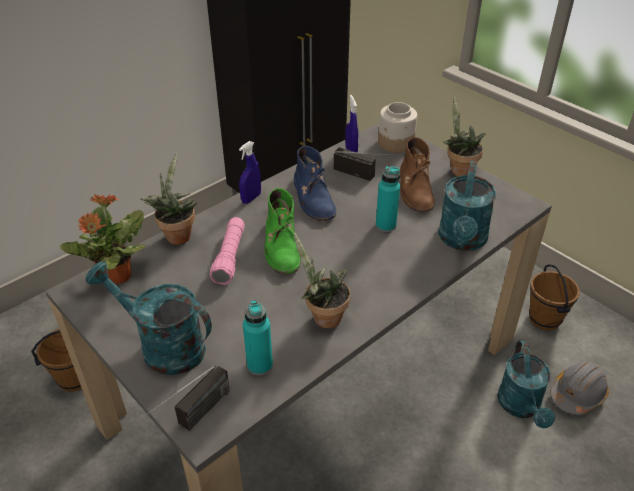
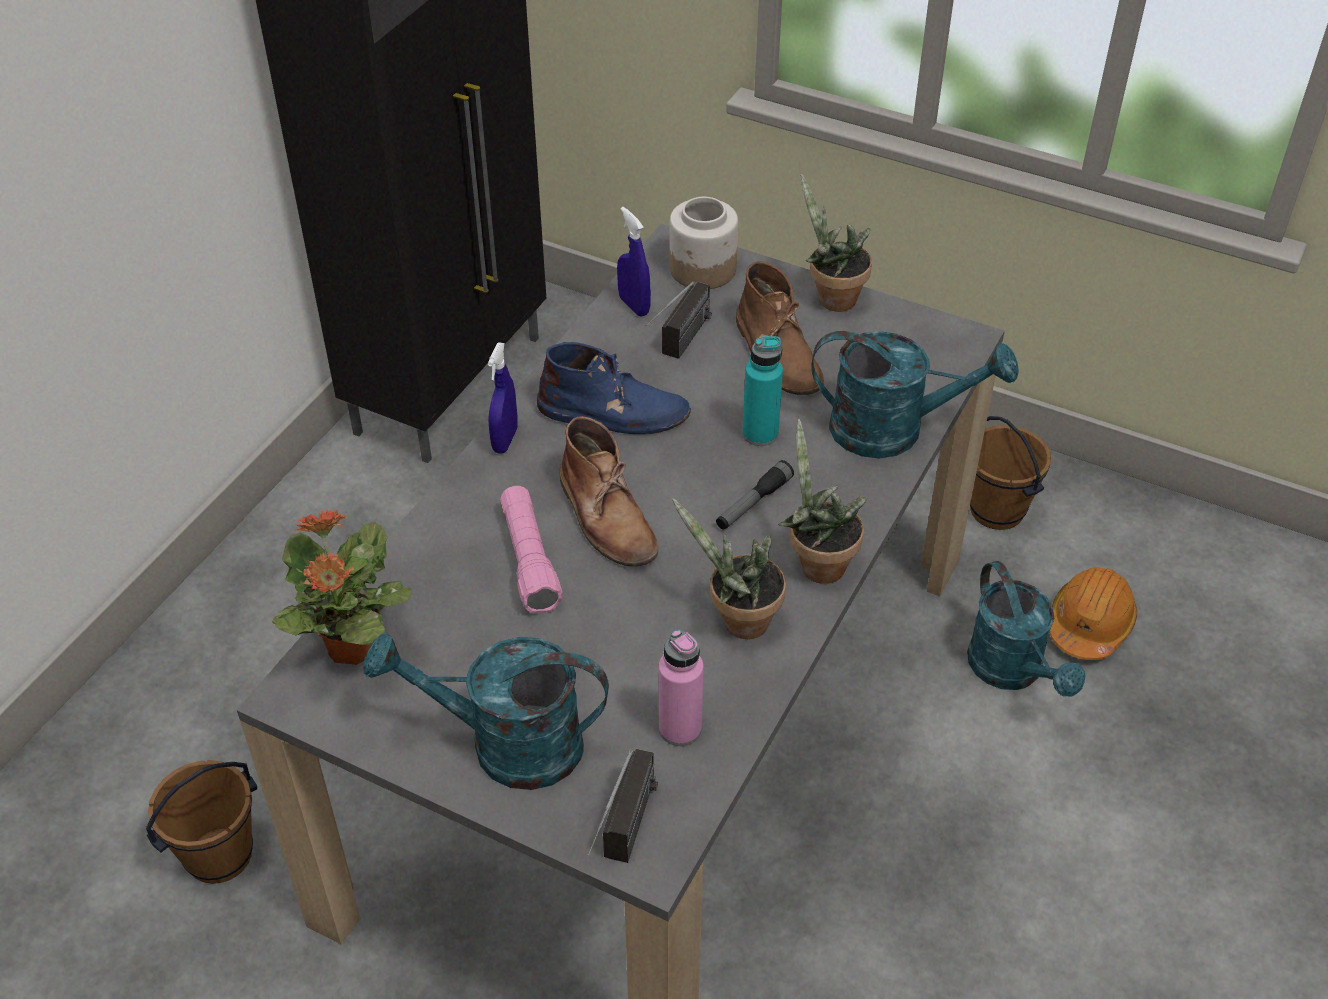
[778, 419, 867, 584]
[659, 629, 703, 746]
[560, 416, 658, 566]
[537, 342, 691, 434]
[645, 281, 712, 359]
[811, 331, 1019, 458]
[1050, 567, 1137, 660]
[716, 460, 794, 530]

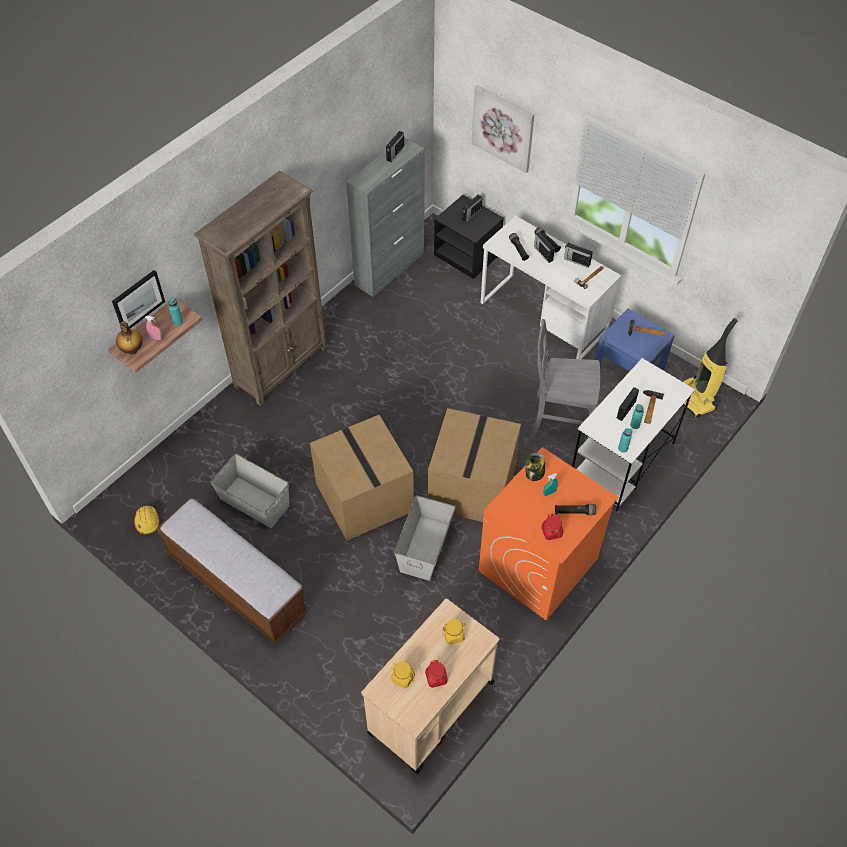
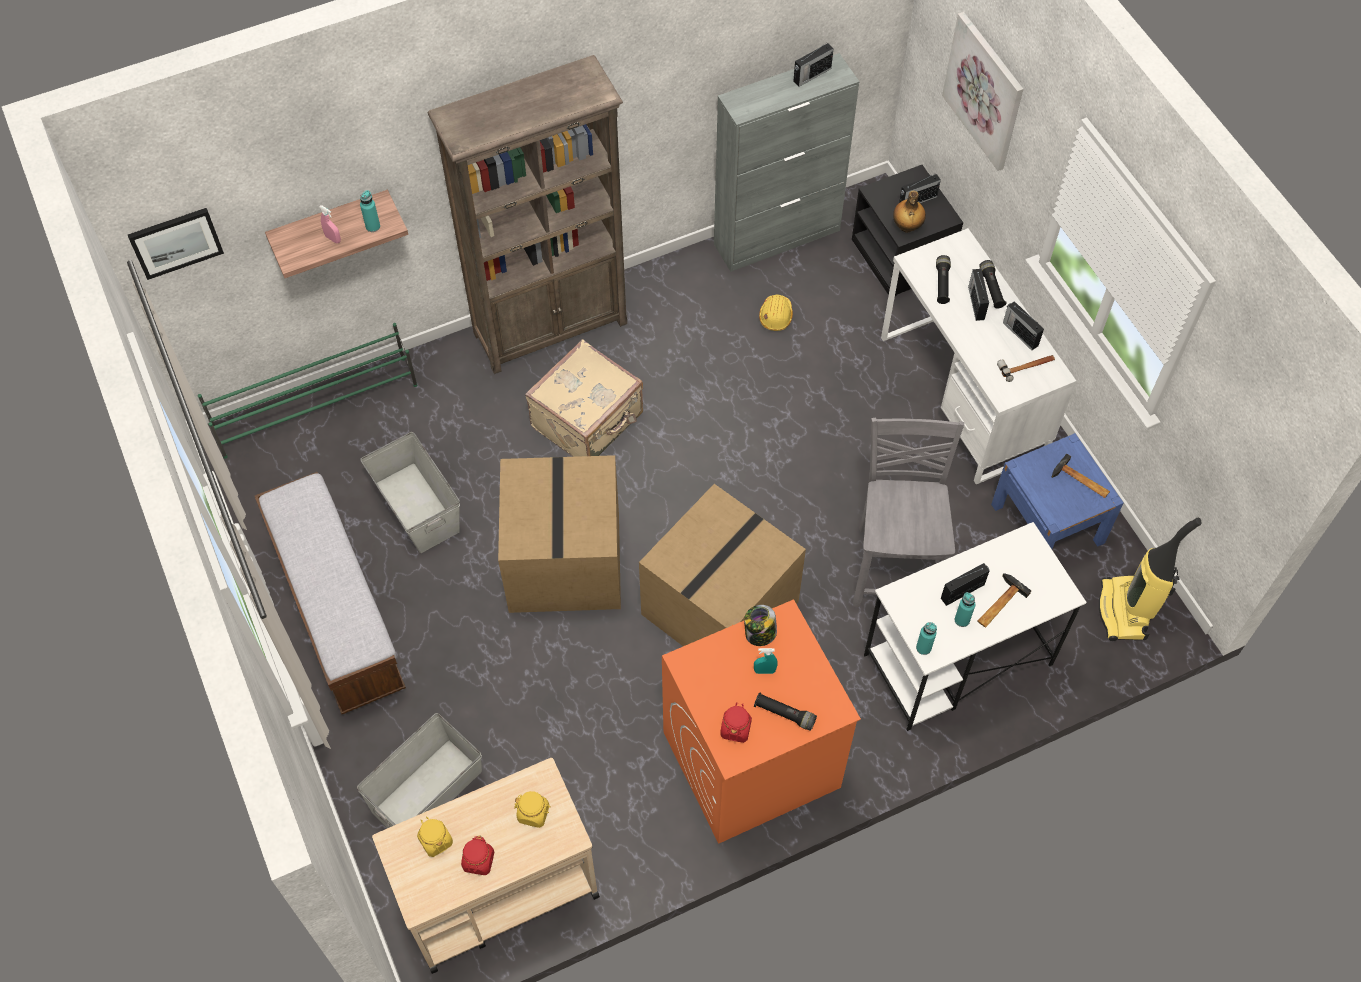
[128, 208, 224, 280]
[893, 191, 926, 233]
[759, 294, 793, 331]
[357, 713, 482, 828]
[853, 418, 965, 607]
[198, 323, 418, 458]
[525, 339, 643, 457]

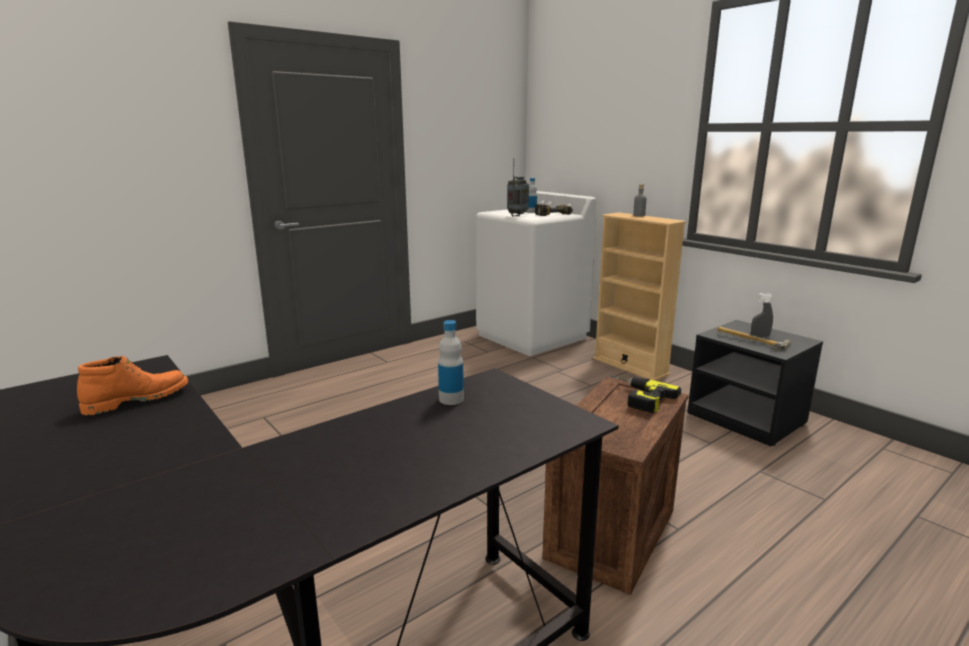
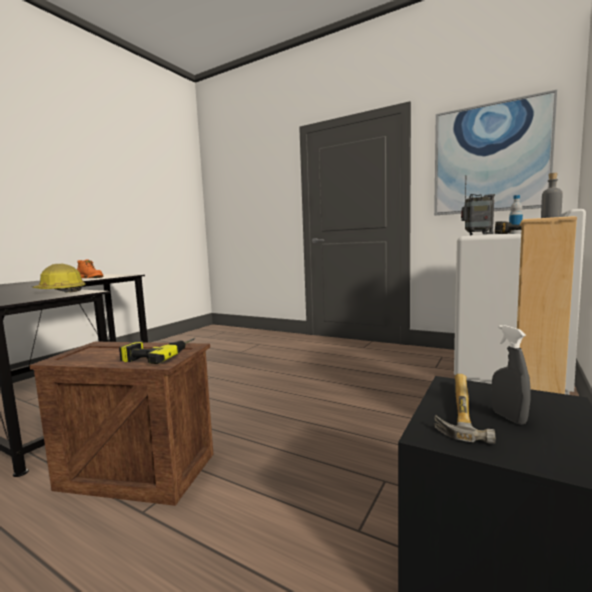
[32, 264, 86, 292]
[434, 90, 557, 215]

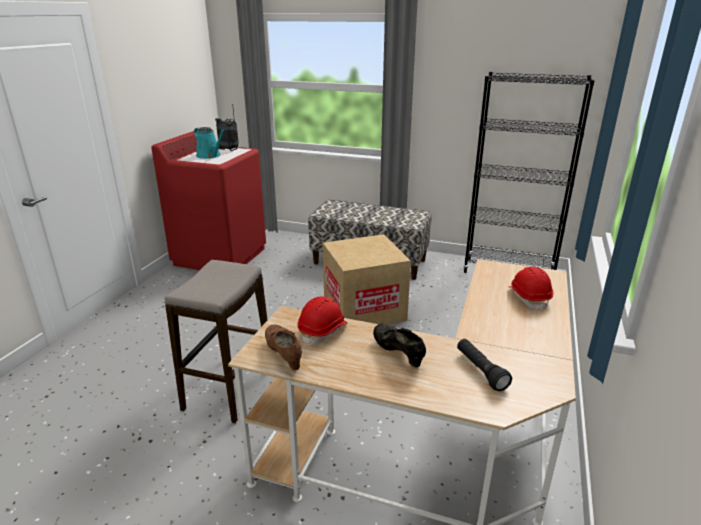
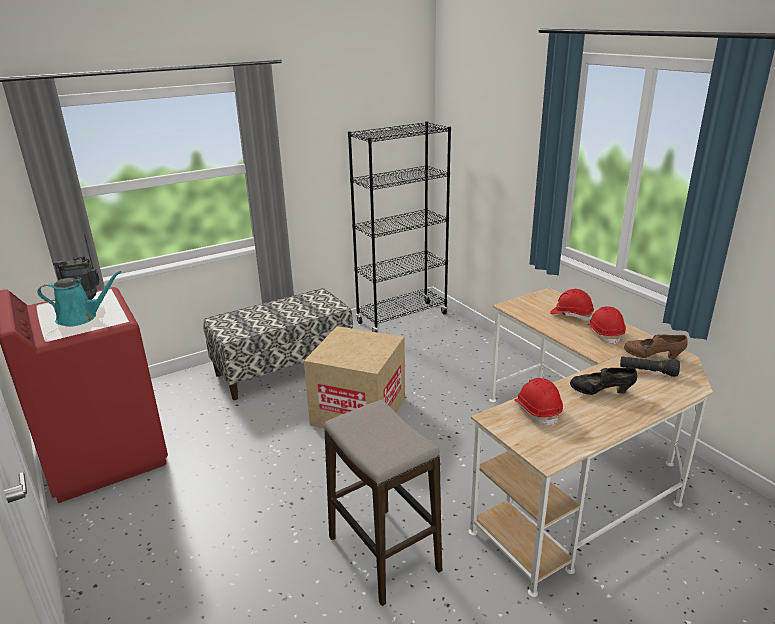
[624, 334, 688, 359]
[589, 306, 626, 345]

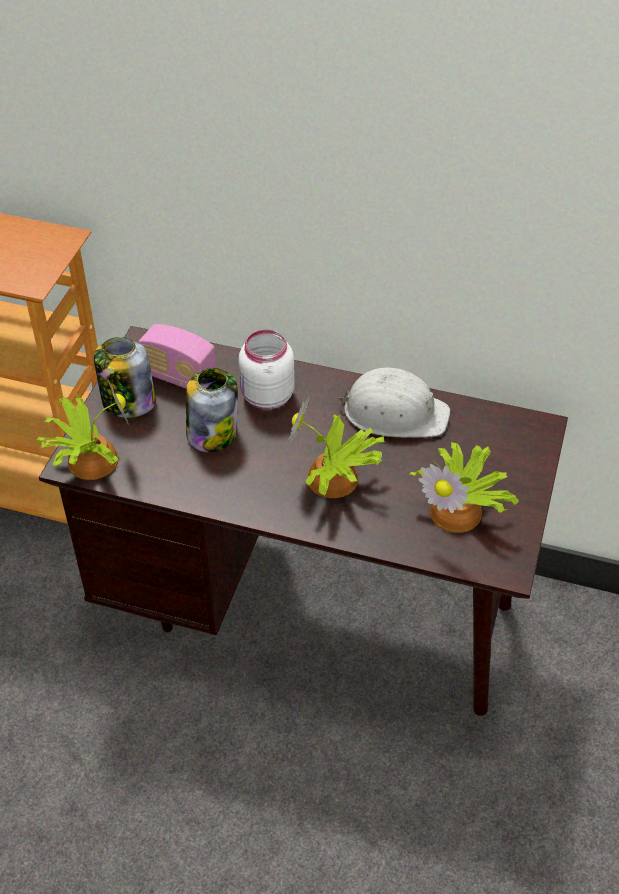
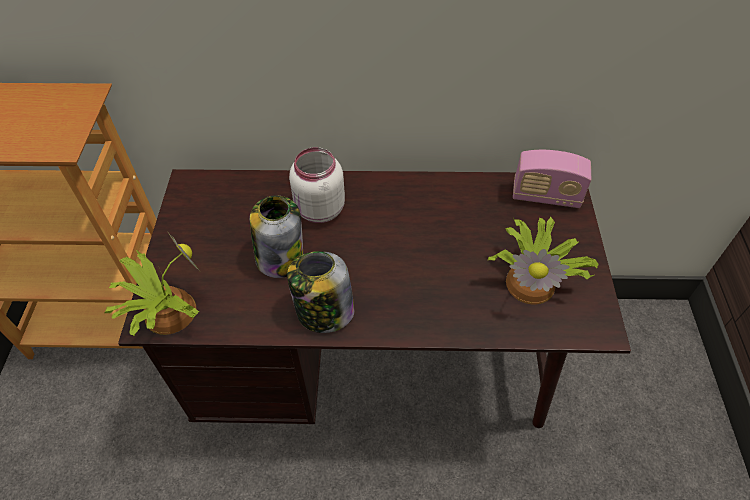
[287, 251, 355, 333]
[513, 150, 591, 208]
[288, 395, 385, 498] (first image)
[338, 368, 450, 438] (first image)

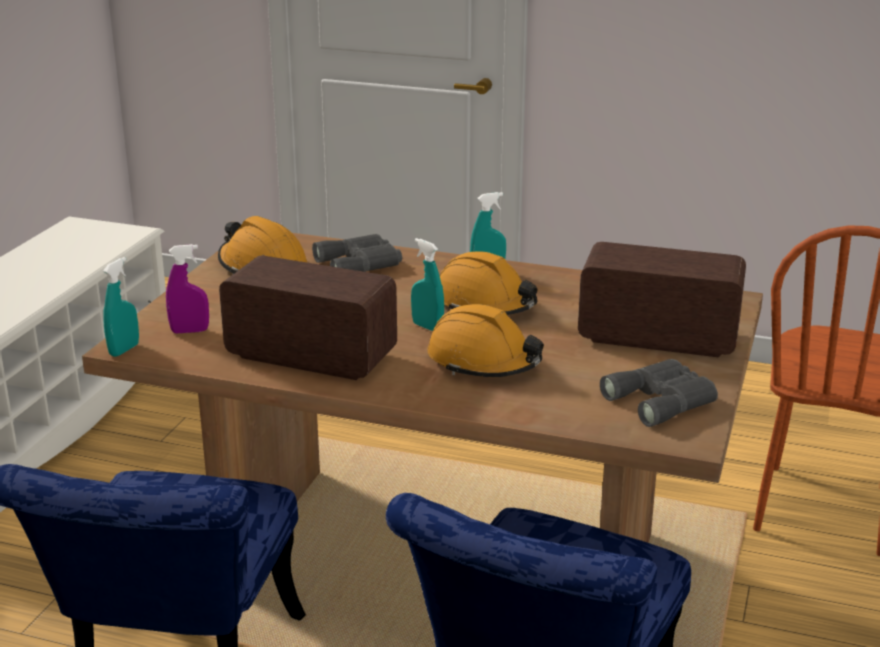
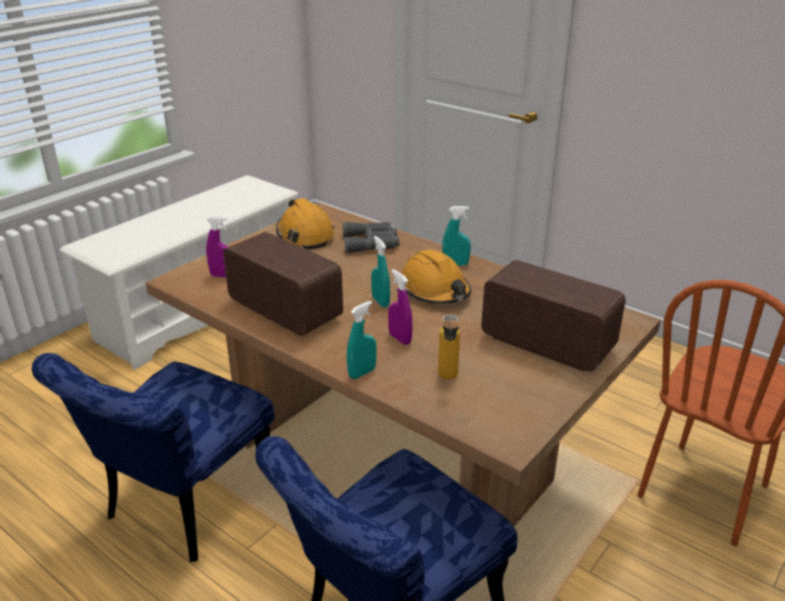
[347, 301, 377, 379]
[388, 269, 413, 345]
[600, 359, 718, 427] (first image)
[438, 314, 460, 380]

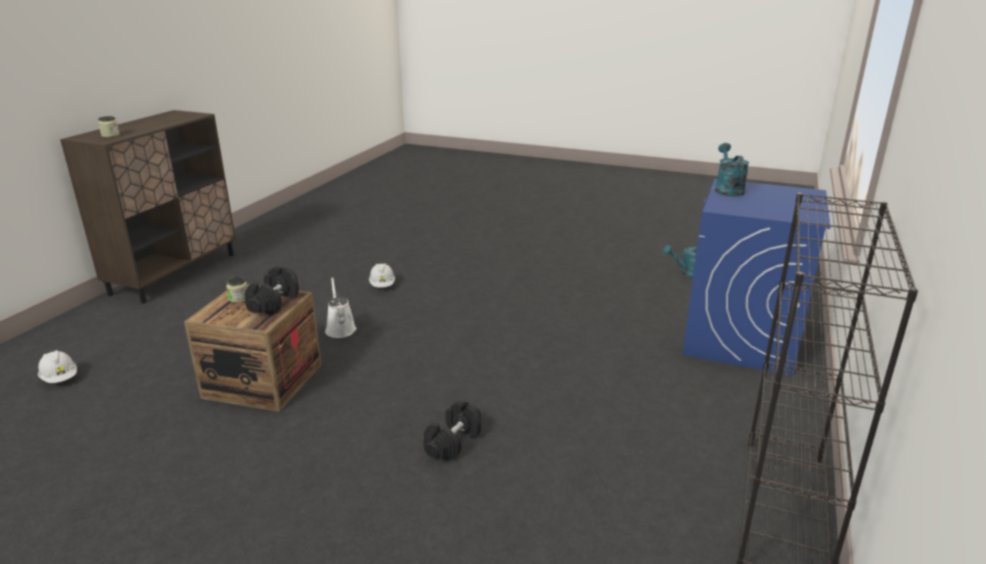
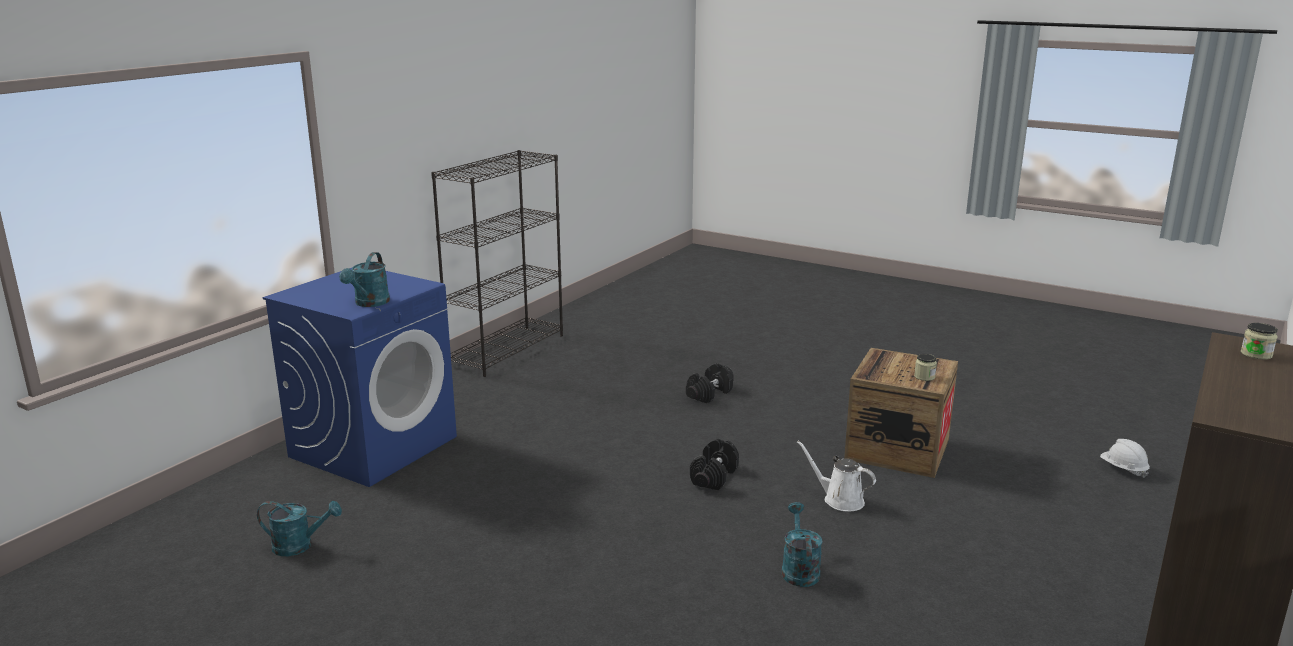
[690, 439, 739, 490]
[797, 441, 876, 511]
[782, 502, 823, 587]

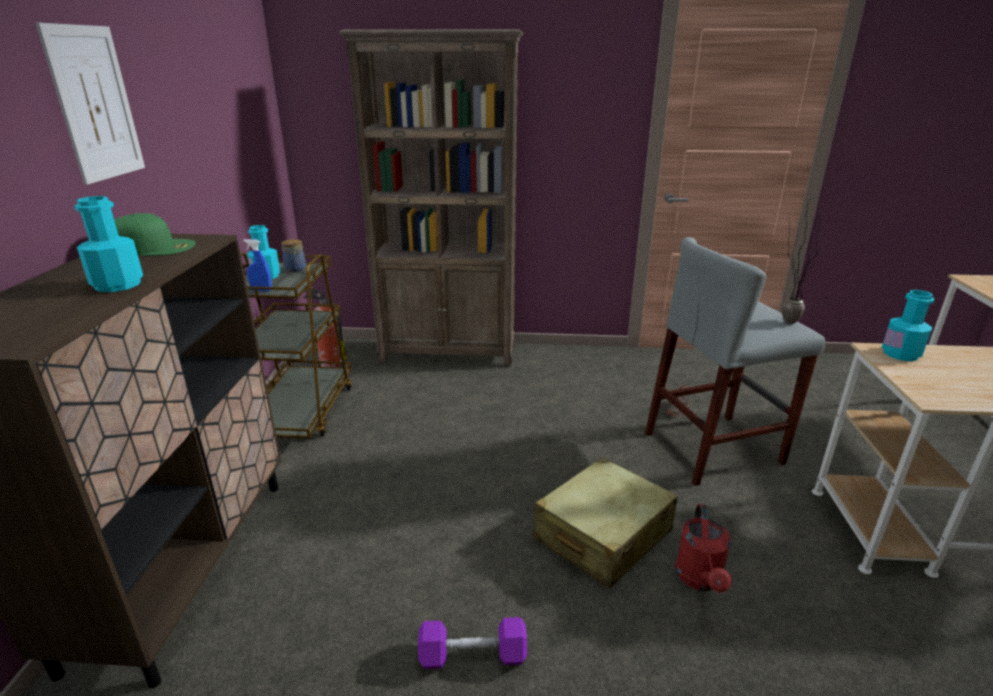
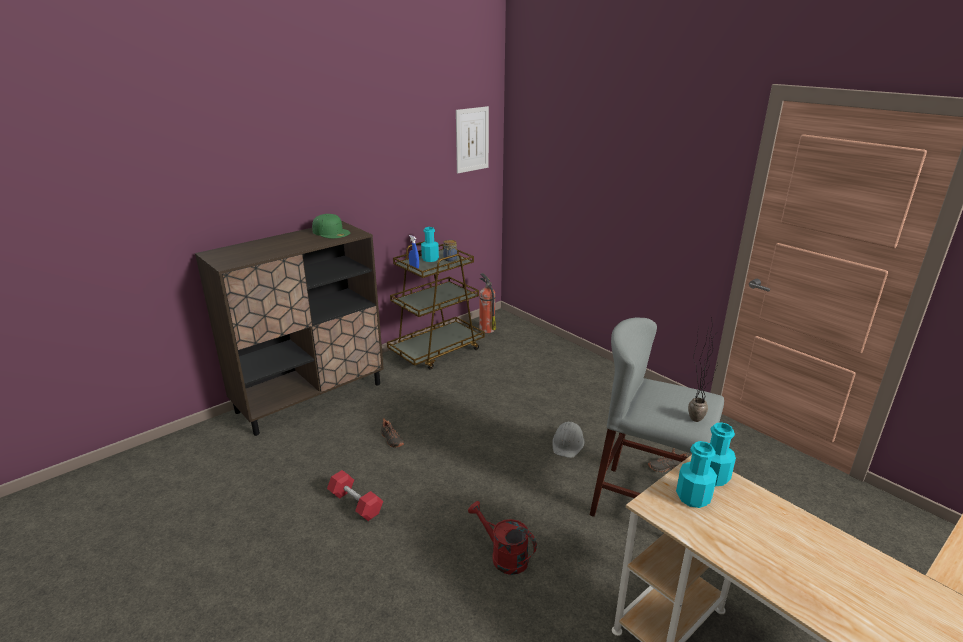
[456, 106, 489, 173]
[676, 441, 717, 508]
[339, 29, 523, 367] (first image)
[327, 470, 383, 521]
[533, 457, 678, 589] (first image)
[468, 501, 537, 575]
[381, 418, 404, 448]
[552, 422, 585, 458]

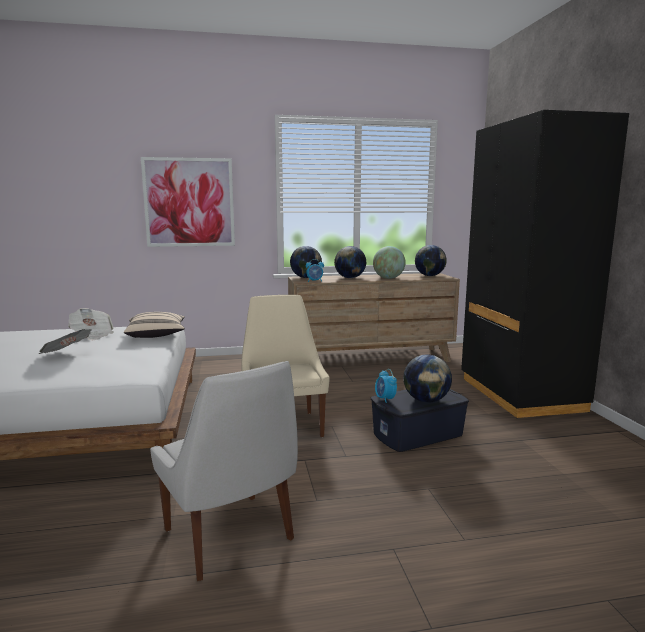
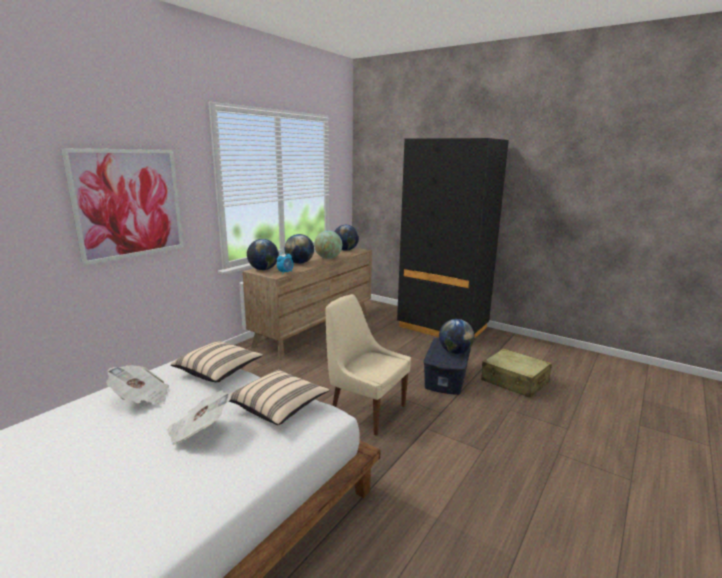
[150, 361, 298, 581] (first image)
[375, 369, 397, 403] (first image)
[229, 369, 329, 425]
[481, 348, 552, 398]

